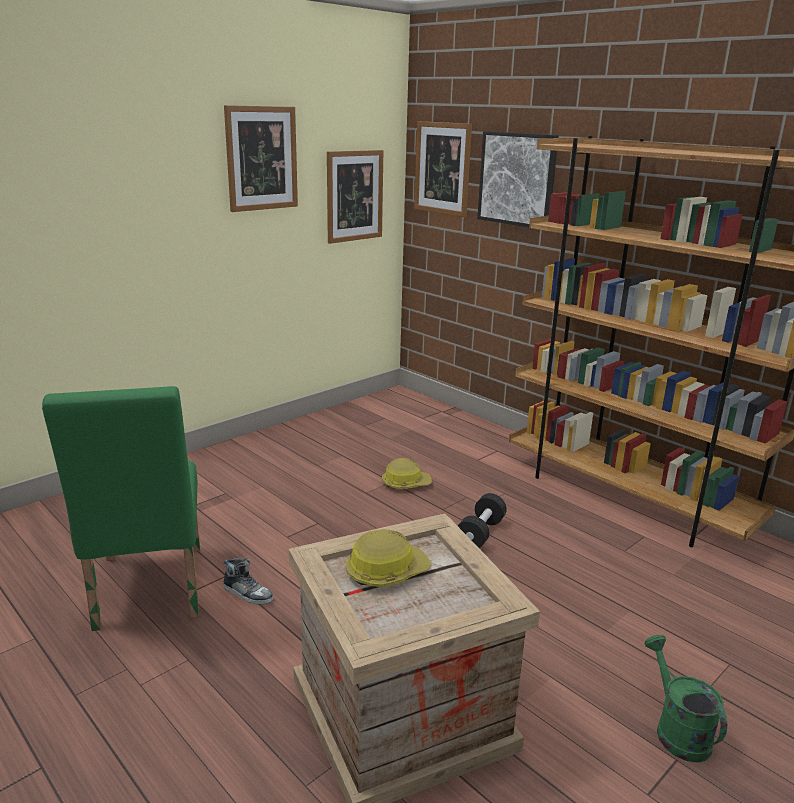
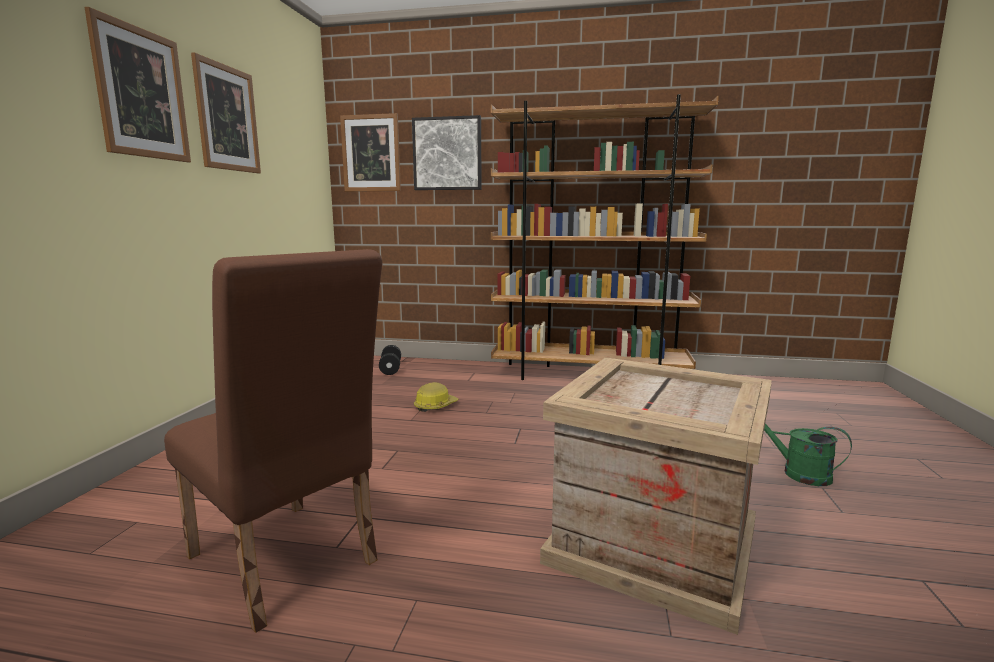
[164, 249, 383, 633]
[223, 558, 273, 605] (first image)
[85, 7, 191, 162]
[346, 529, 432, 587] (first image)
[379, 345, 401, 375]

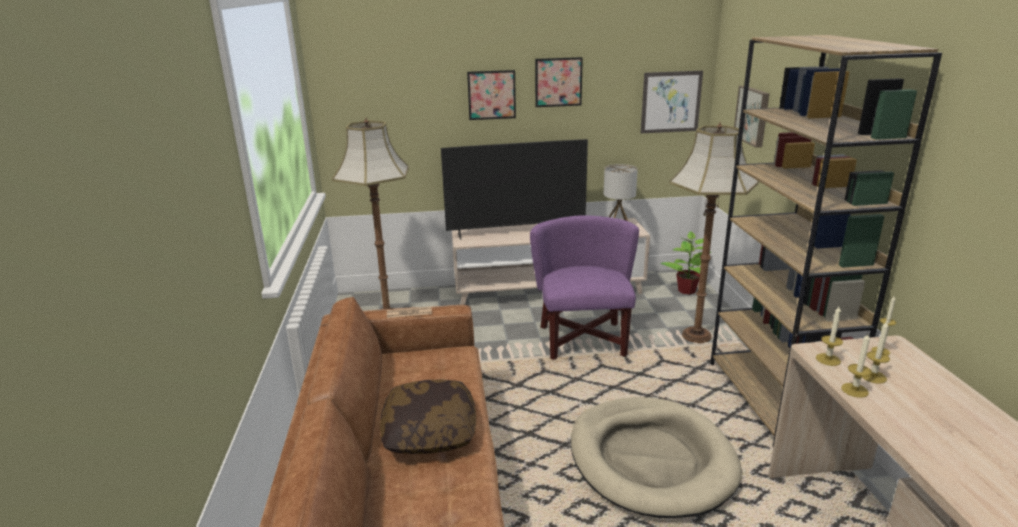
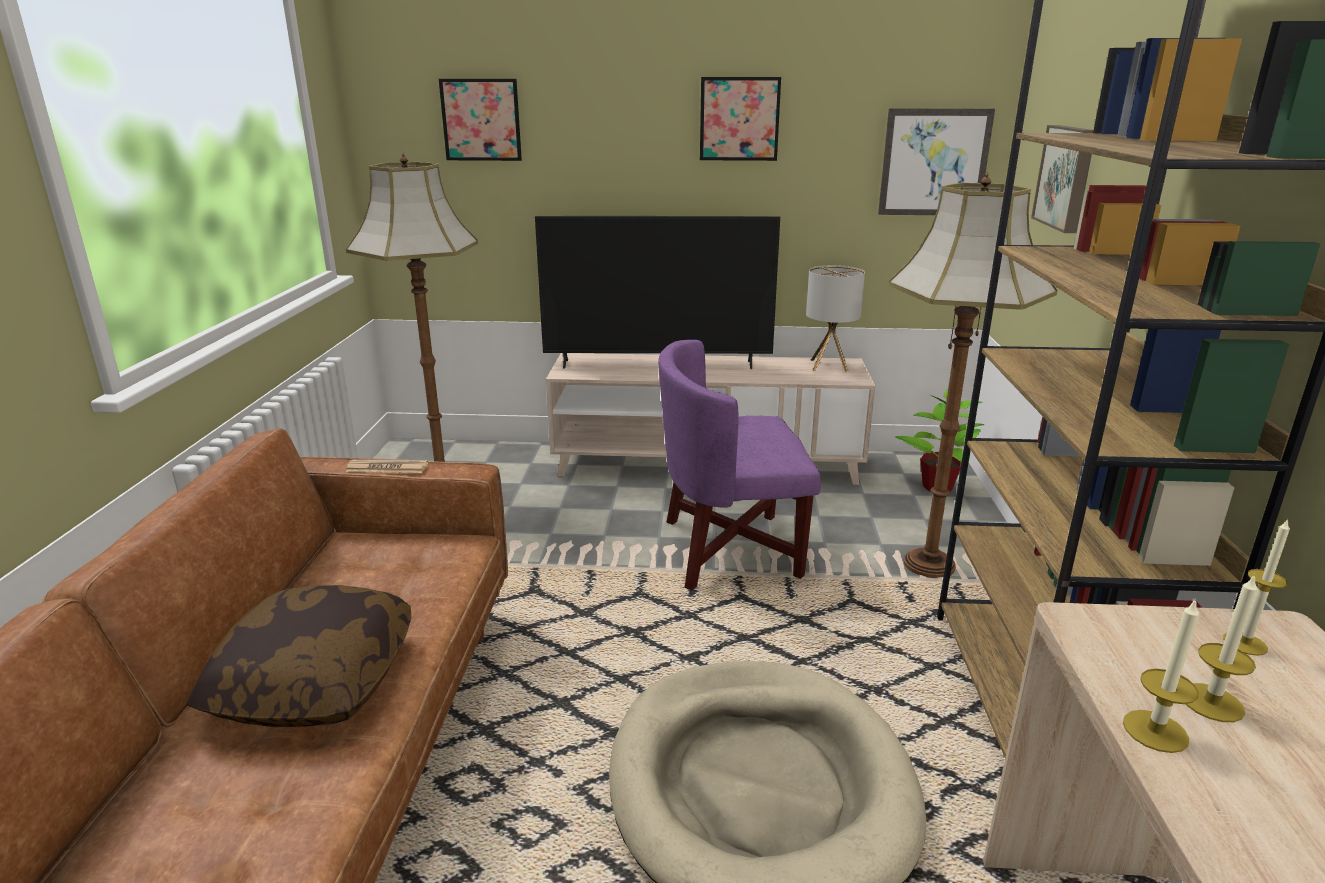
[439, 79, 522, 161]
[658, 340, 821, 591]
[816, 305, 843, 366] (first image)

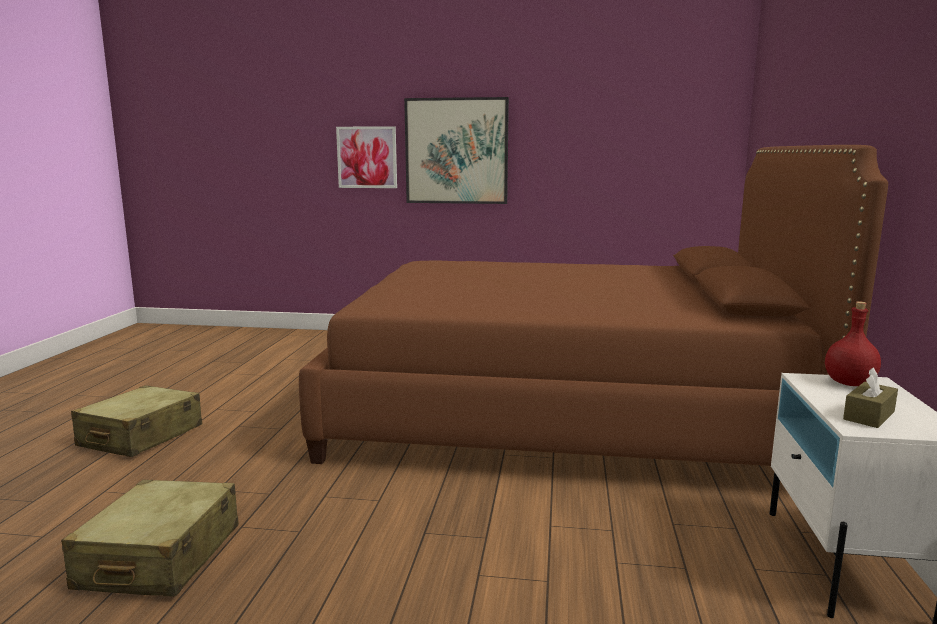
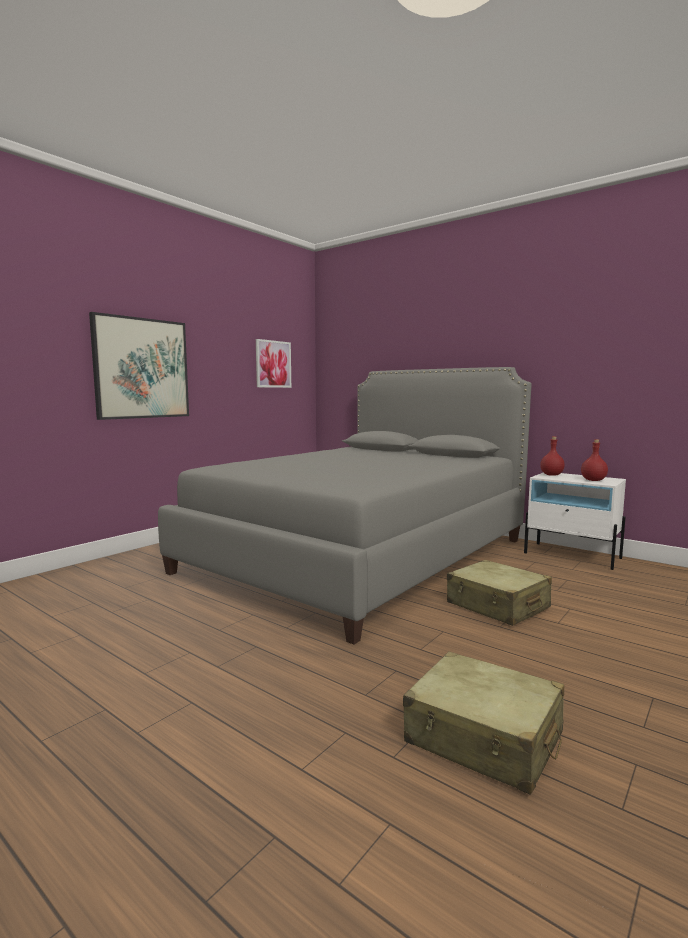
[447, 560, 552, 626]
[158, 367, 531, 644]
[256, 339, 291, 388]
[581, 439, 608, 481]

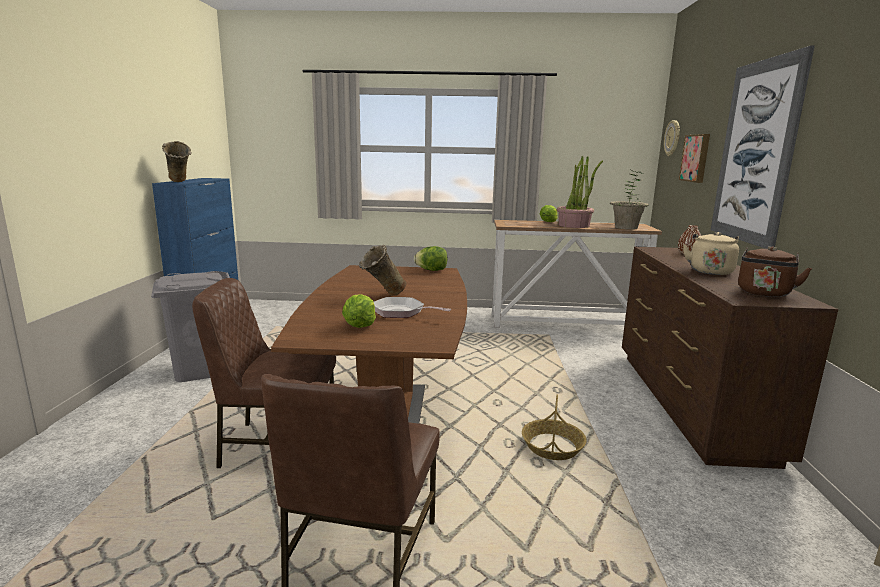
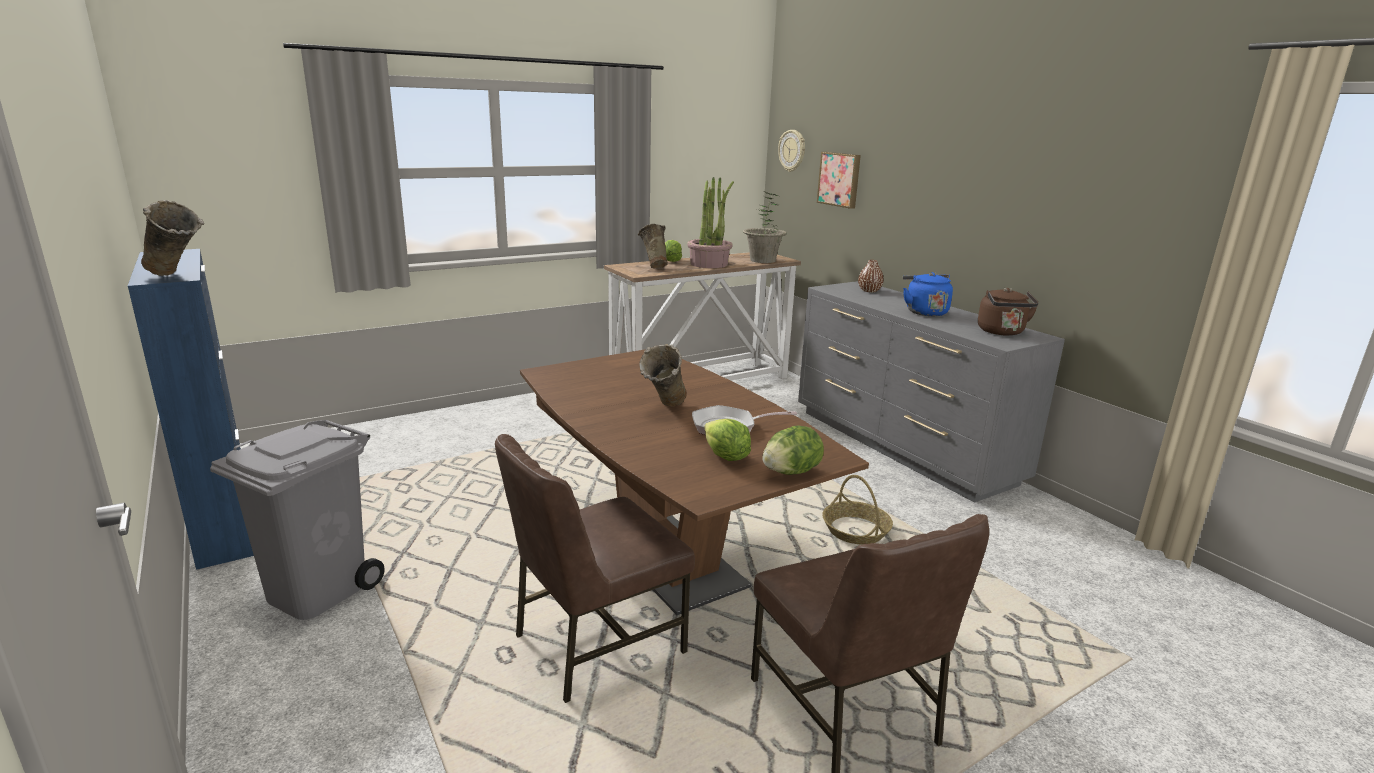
[762, 426, 824, 475]
[798, 281, 1065, 503]
[903, 272, 953, 316]
[711, 45, 815, 249] (first image)
[638, 224, 668, 269]

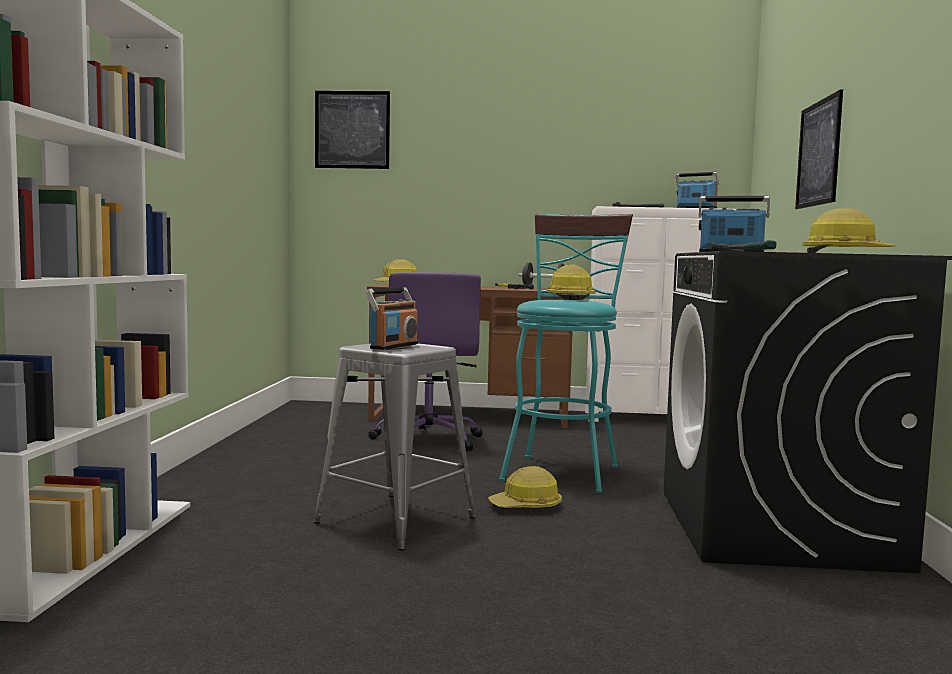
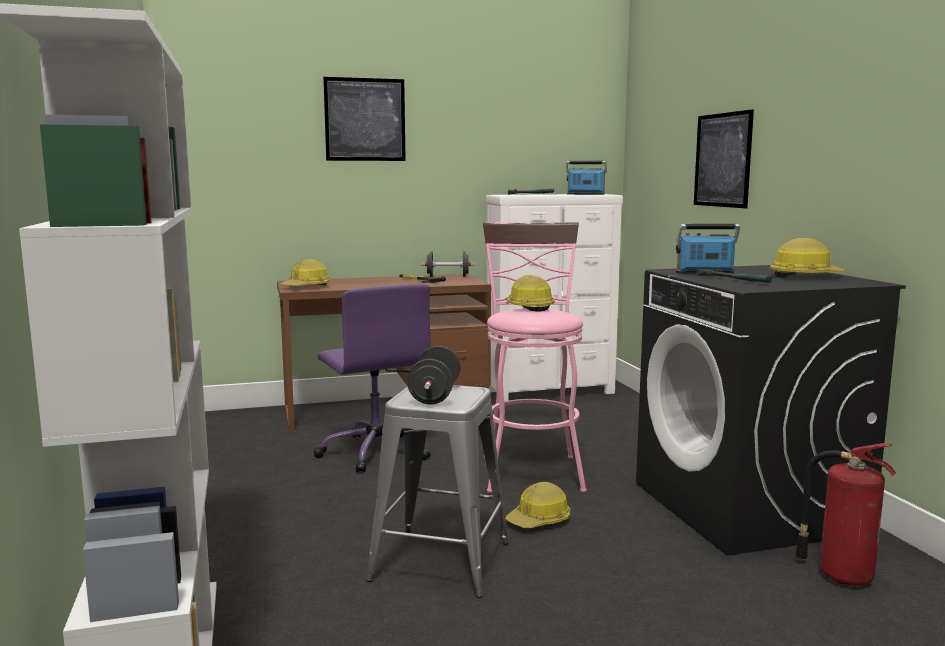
[323, 77, 406, 161]
[407, 346, 460, 404]
[483, 222, 587, 493]
[795, 443, 896, 585]

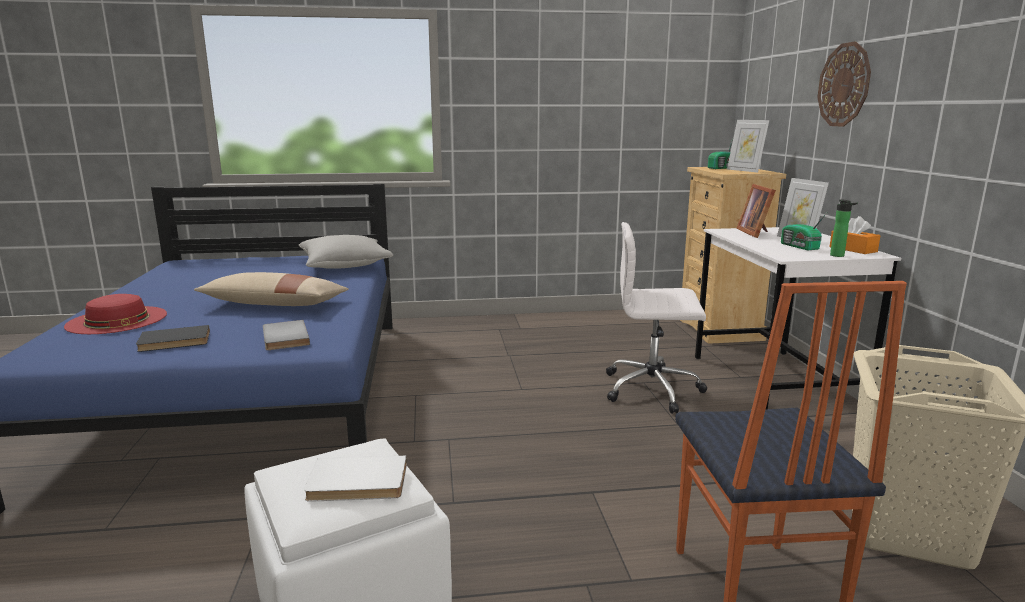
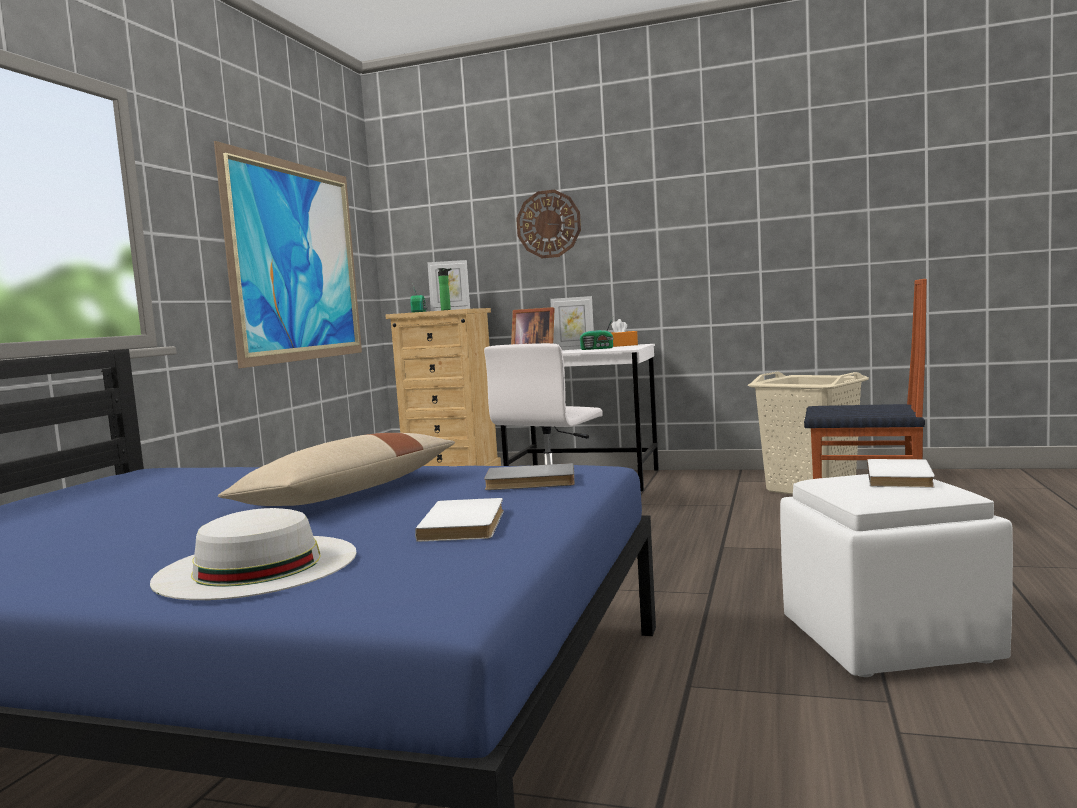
[150, 508, 357, 600]
[415, 498, 504, 542]
[299, 235, 393, 269] (first image)
[438, 268, 452, 310]
[214, 141, 362, 368]

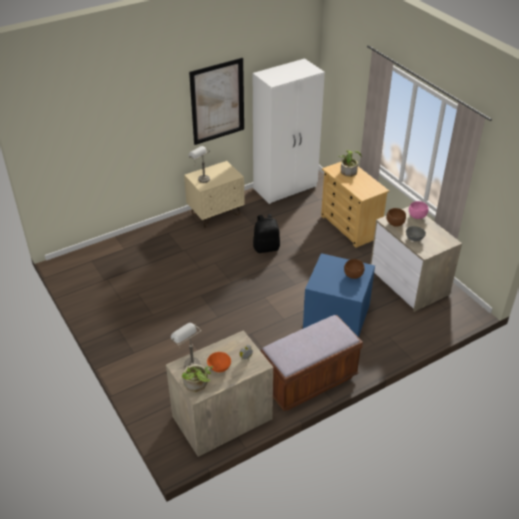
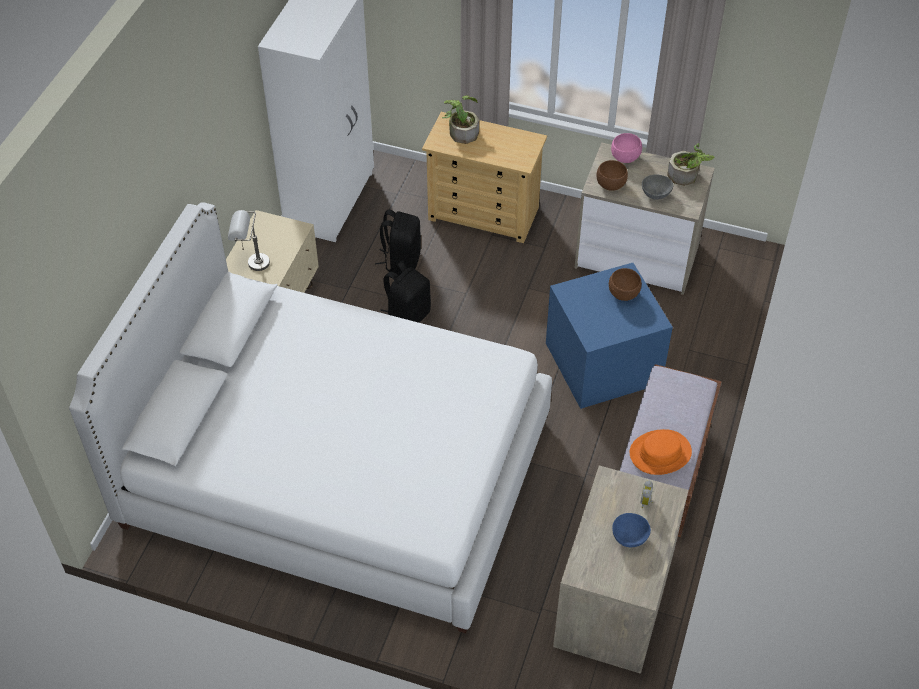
[171, 323, 201, 368] (first image)
[667, 143, 715, 186]
[189, 58, 244, 145] (first image)
[612, 513, 651, 547]
[69, 202, 552, 633]
[375, 210, 421, 274]
[630, 429, 692, 475]

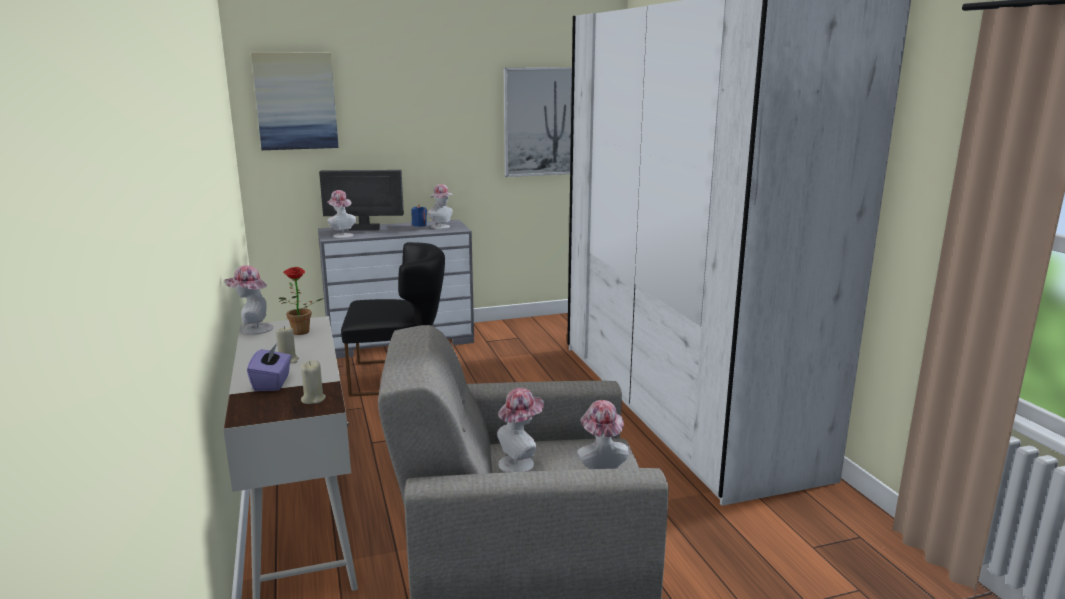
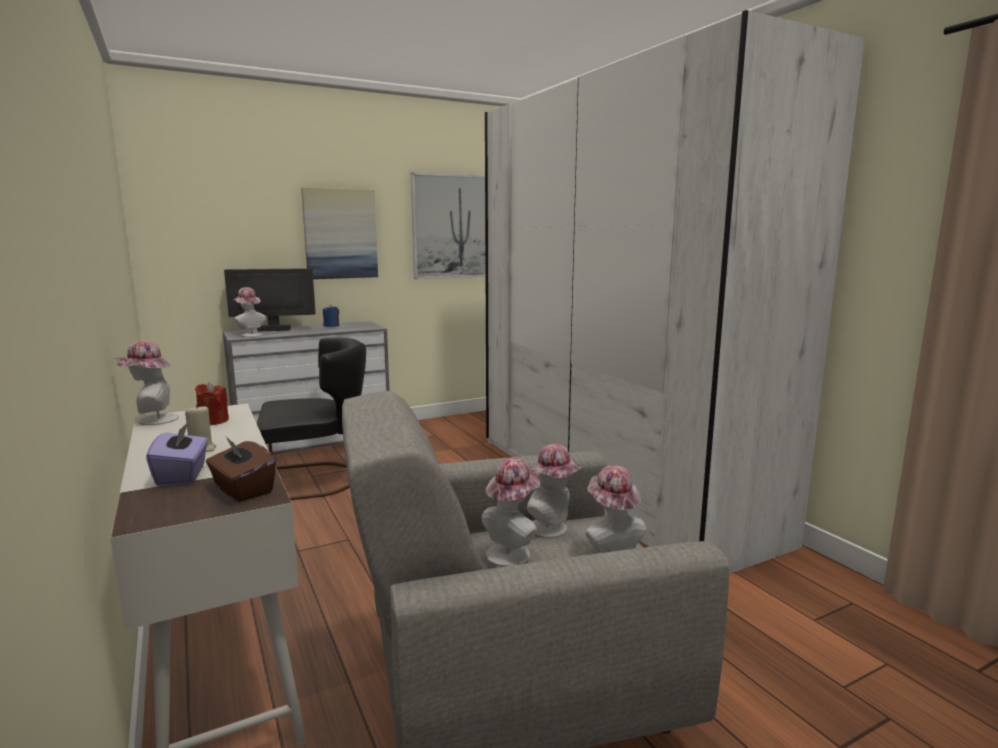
[301, 187, 378, 279]
[195, 382, 229, 425]
[206, 437, 276, 502]
[527, 444, 582, 538]

